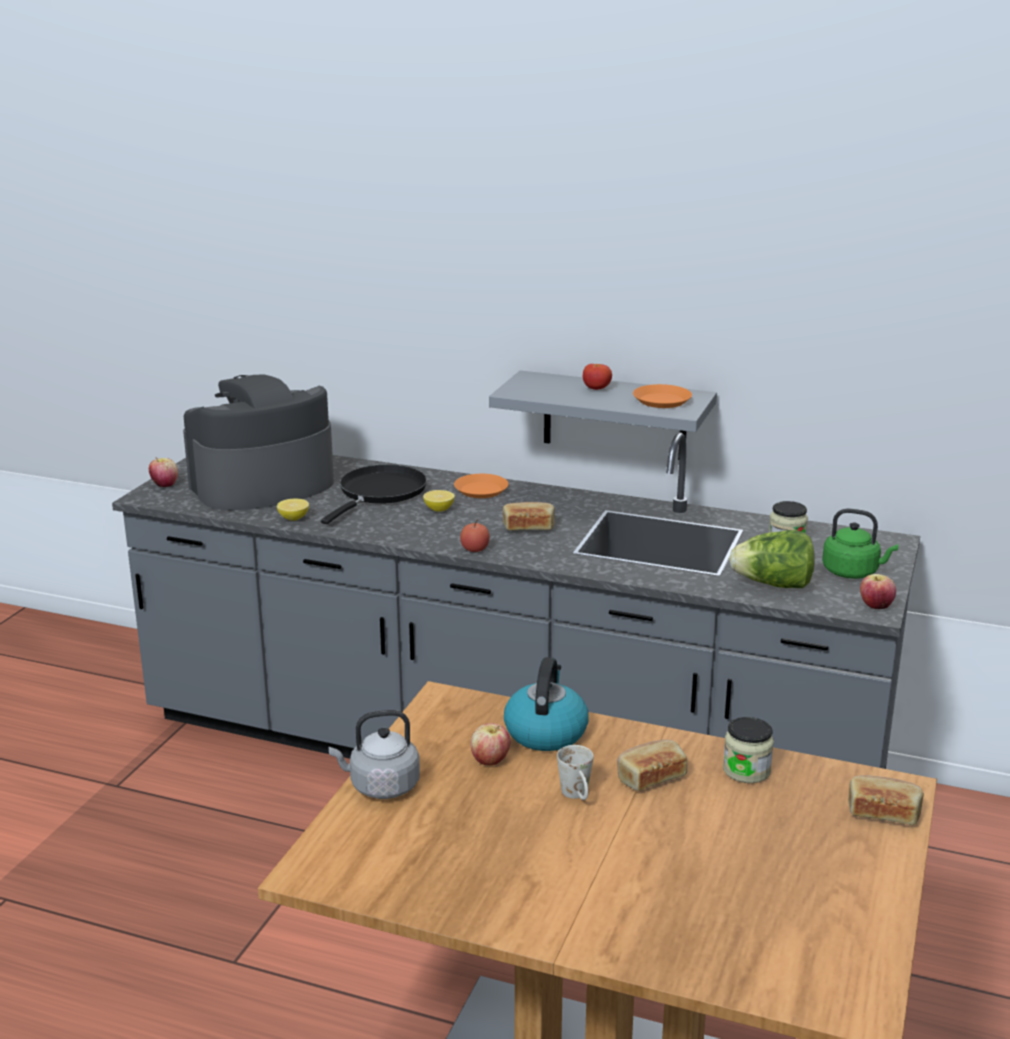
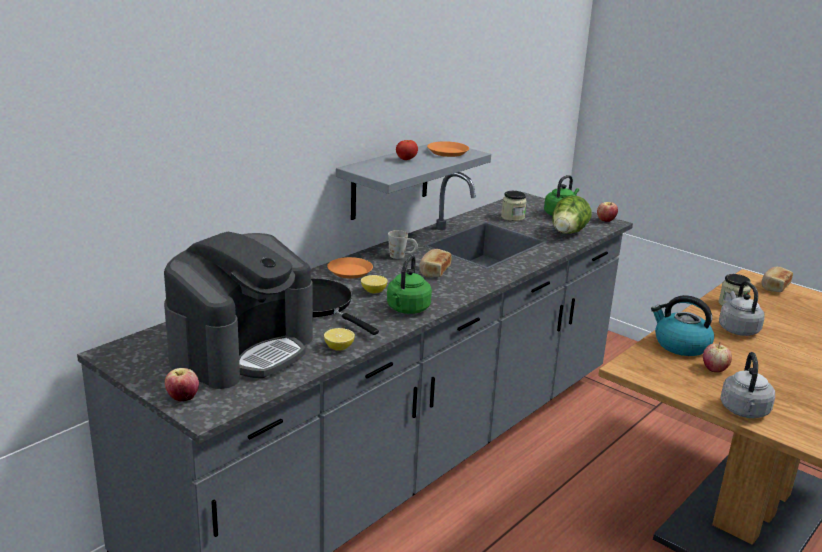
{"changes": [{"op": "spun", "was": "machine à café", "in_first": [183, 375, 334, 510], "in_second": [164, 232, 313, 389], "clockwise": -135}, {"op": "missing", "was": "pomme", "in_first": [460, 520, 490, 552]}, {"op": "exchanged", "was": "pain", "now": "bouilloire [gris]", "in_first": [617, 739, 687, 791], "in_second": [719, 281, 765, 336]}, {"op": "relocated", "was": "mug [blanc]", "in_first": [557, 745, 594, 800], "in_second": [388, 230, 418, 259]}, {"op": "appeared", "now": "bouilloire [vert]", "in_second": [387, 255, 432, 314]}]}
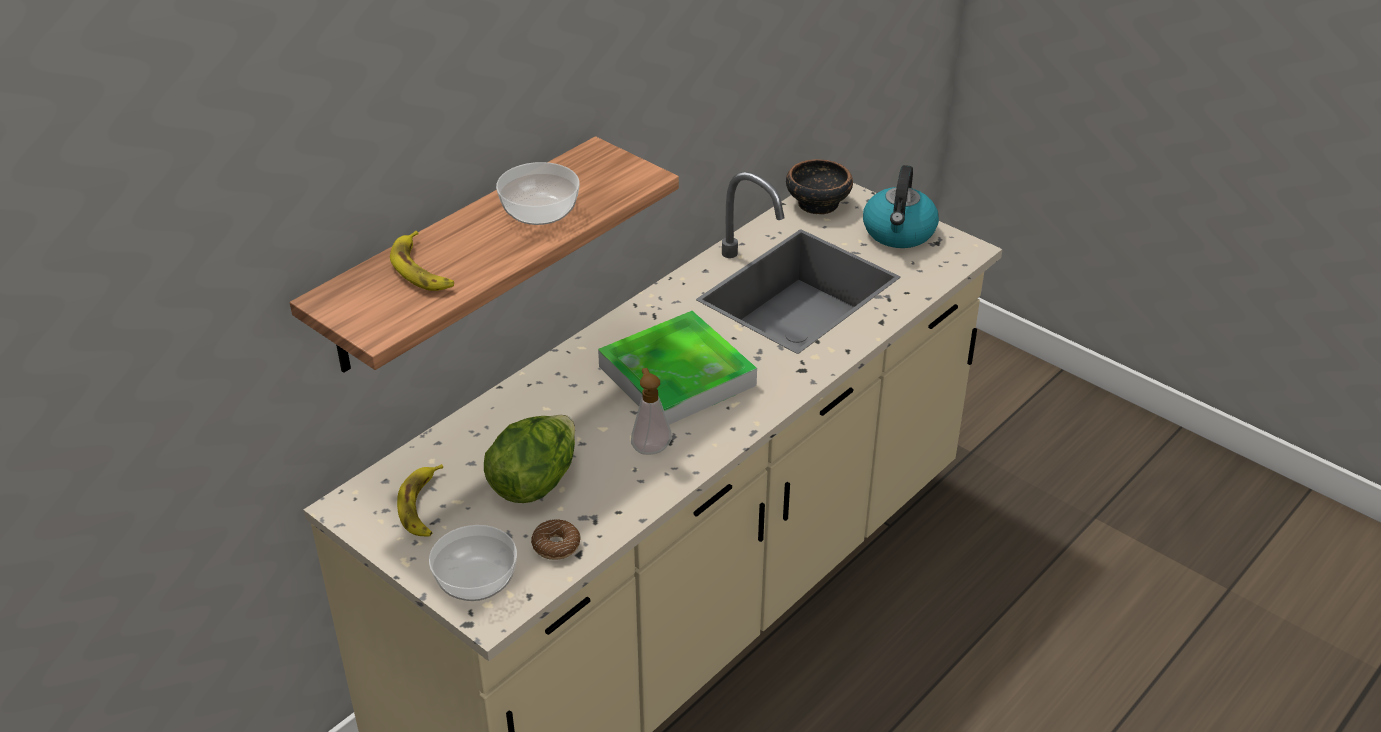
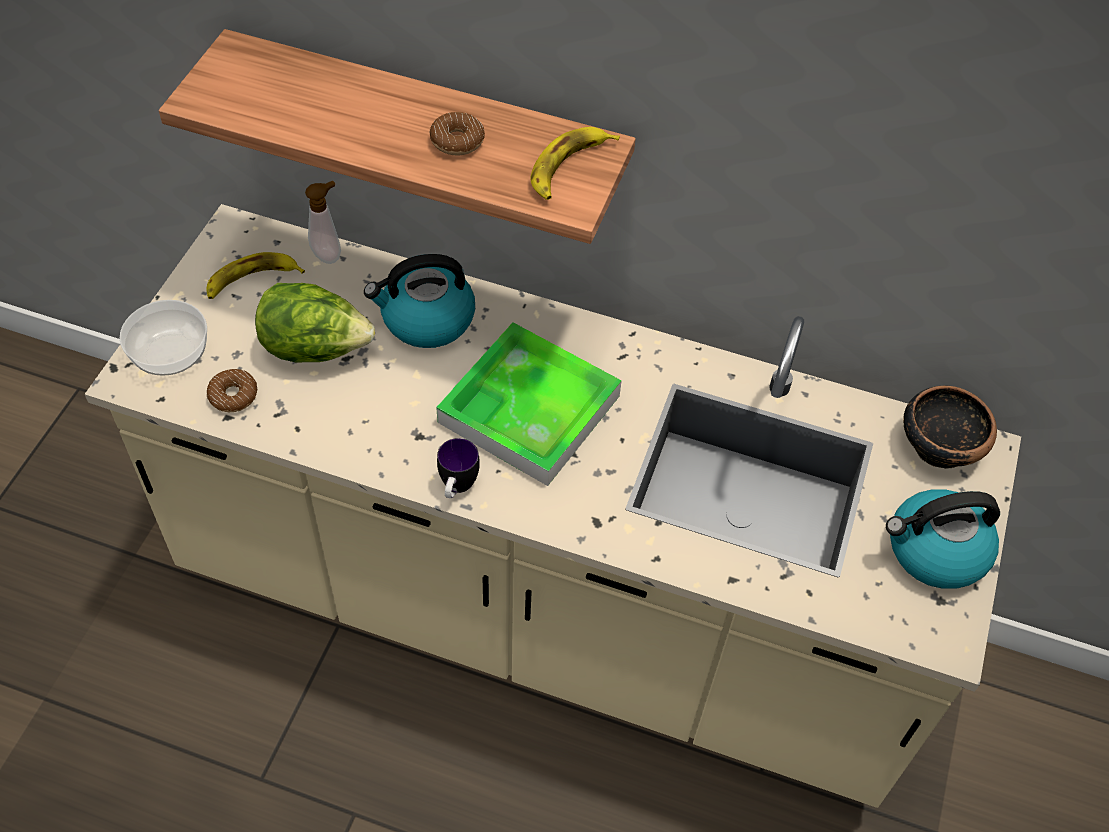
{"changes": [{"op": "exchanged", "was": "bol", "now": "beignet", "in_first": [496, 162, 580, 225], "in_second": [430, 112, 485, 155]}, {"op": "relocated", "was": "banane", "in_first": [390, 231, 454, 291], "in_second": [530, 127, 620, 200]}, {"op": "relocated", "was": "distributeur de savon", "in_first": [631, 368, 672, 455], "in_second": [305, 181, 341, 264]}, {"op": "appeared", "now": "bouilloire", "in_second": [364, 254, 475, 348]}, {"op": "appeared", "now": "mug", "in_second": [437, 438, 480, 498]}]}
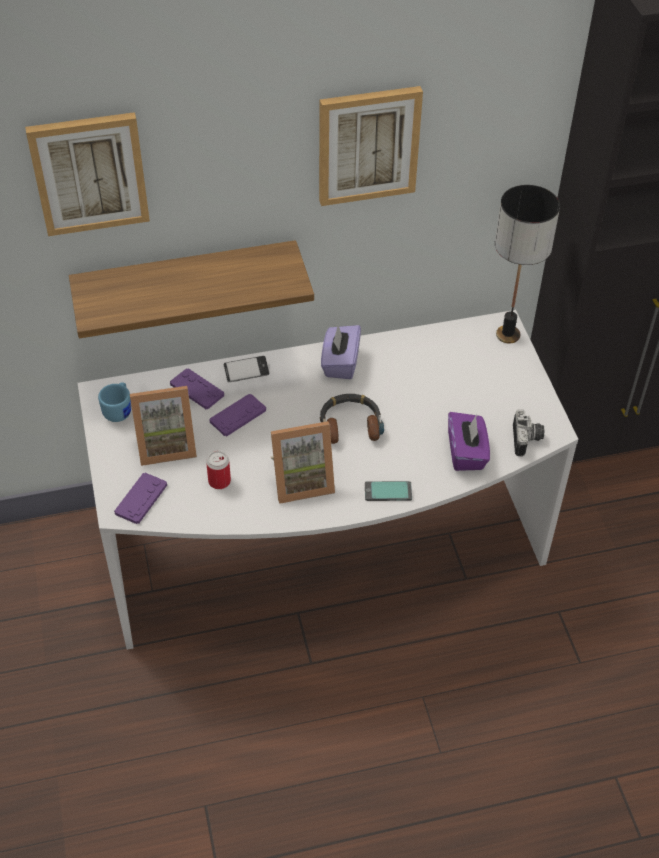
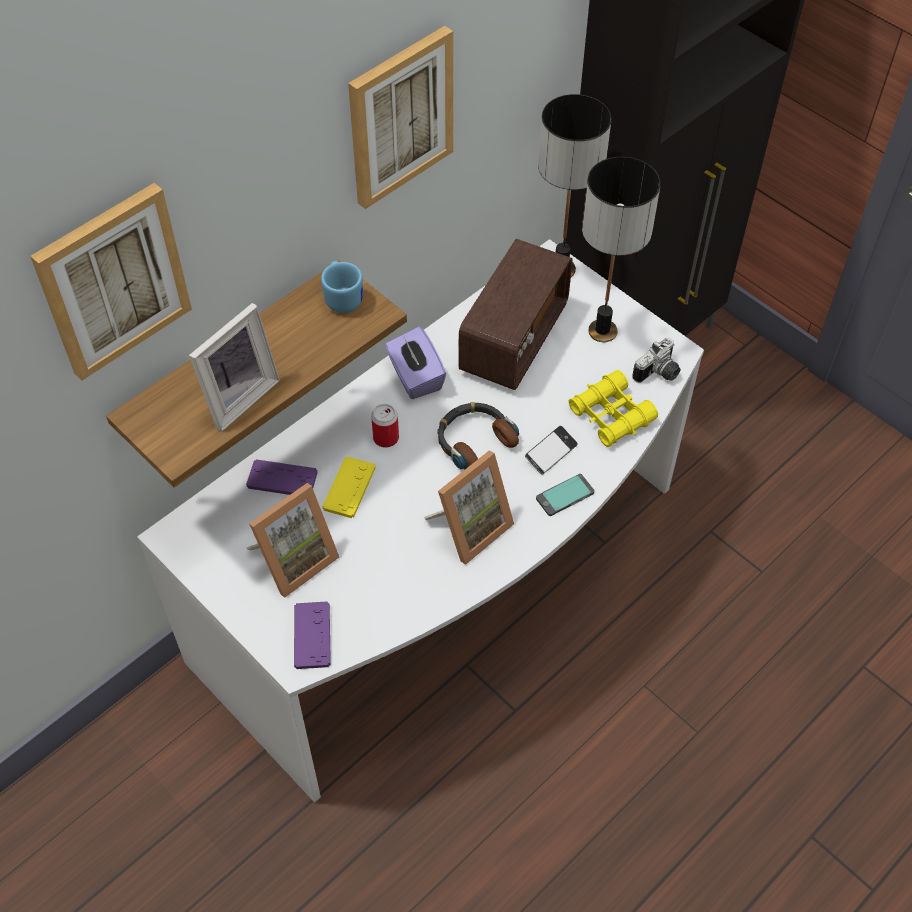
{"changes": [{"op": "relocated", "was": "téléphone", "in_first": [224, 356, 269, 382], "in_second": [525, 426, 578, 475]}, {"op": "relocated", "was": "mug [bleu]", "in_first": [98, 382, 131, 422], "in_second": [321, 261, 363, 313]}, {"op": "colour", "was": "manette [violet]", "now": "manette [jaune]", "in_first": [210, 394, 266, 436], "in_second": [322, 456, 376, 518]}, {"op": "spun", "was": "appareil photo", "in_first": [513, 409, 544, 457], "in_second": [632, 337, 681, 383], "clockwise": 75}, {"op": "exchanged", "was": "boîte à mouchoirs [violet]", "now": "jumelles [jaune]", "in_first": [448, 412, 490, 471], "in_second": [569, 370, 658, 447]}, {"op": "relocated", "was": "boîte métallique", "in_first": [206, 451, 231, 489], "in_second": [371, 404, 399, 448]}, {"op": "appeared", "now": "lampe de table", "in_second": [582, 157, 660, 342]}, {"op": "appeared", "now": "radio", "in_second": [458, 239, 573, 390]}, {"op": "appeared", "now": "cadre photo", "in_second": [189, 303, 280, 432]}]}
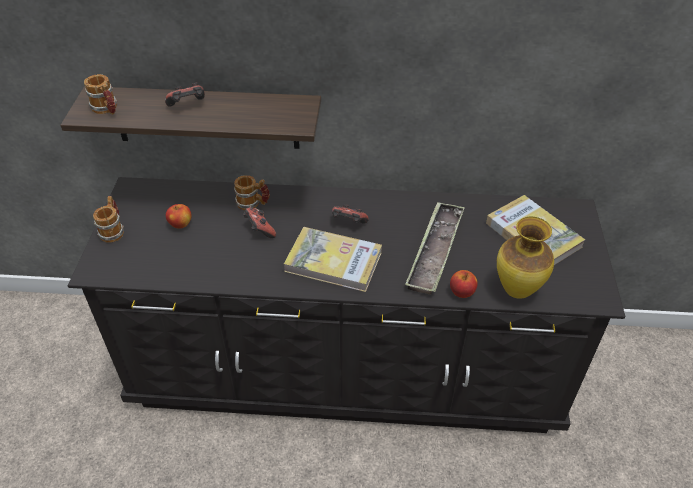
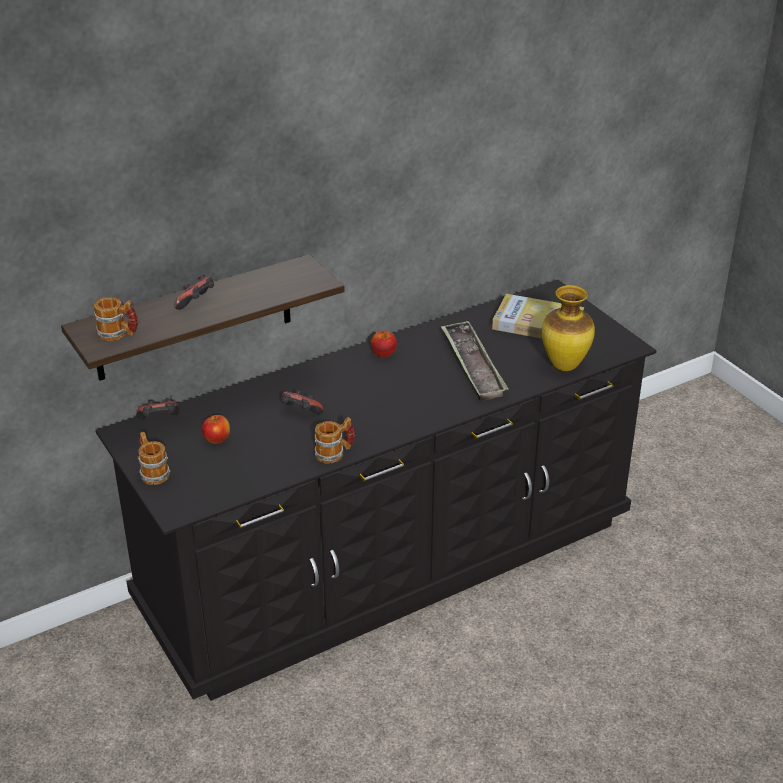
{"changes": [{"op": "relocated", "was": "mug", "in_first": [234, 175, 270, 210], "in_second": [315, 417, 355, 463]}, {"op": "relocated", "was": "manette", "in_first": [332, 204, 369, 224], "in_second": [136, 398, 179, 420]}, {"op": "missing", "was": "livre", "in_first": [284, 227, 382, 292]}, {"op": "relocated", "was": "pomme", "in_first": [450, 270, 478, 298], "in_second": [371, 330, 397, 357]}]}
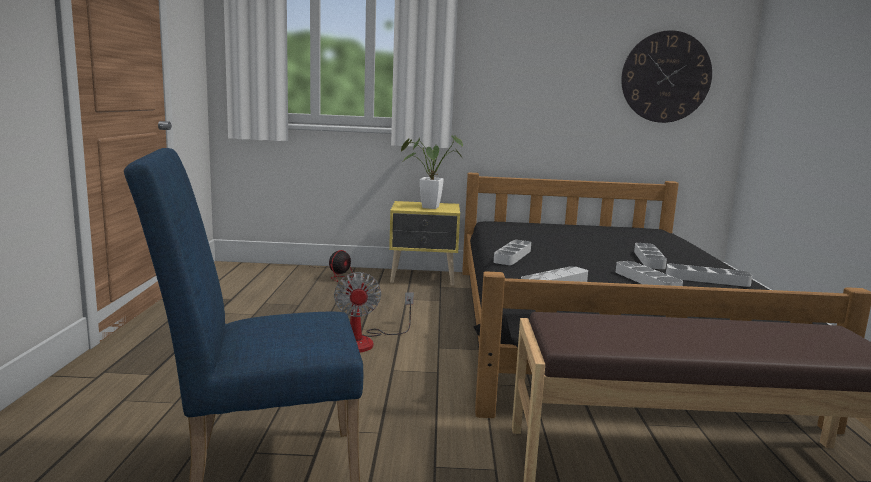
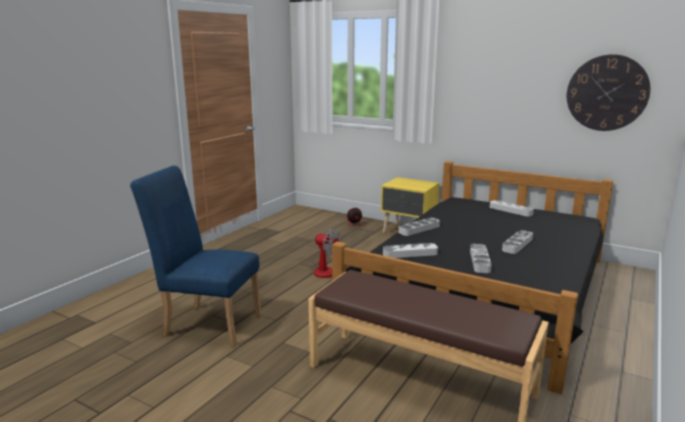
{"changes": [{"op": "missing", "was": "plante en pot", "in_first": [400, 135, 463, 209]}, {"op": "relocated", "was": "plateau [gris]", "in_first": [666, 264, 752, 287], "in_second": [490, 200, 534, 217]}, {"op": "spun", "was": "ventilateur", "in_first": [334, 272, 414, 352], "in_second": [311, 229, 341, 278], "clockwise": -75}]}
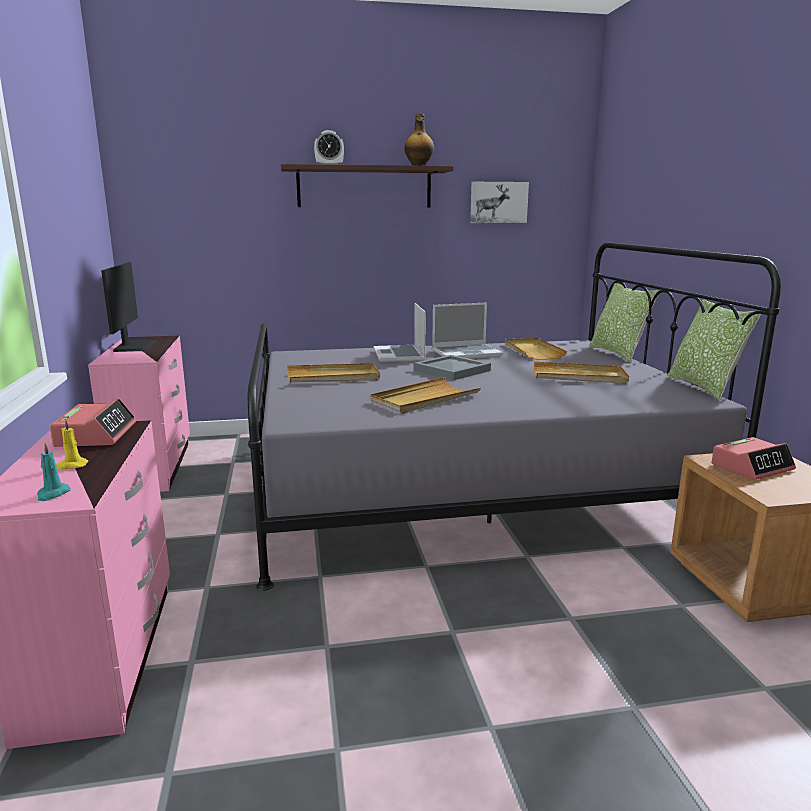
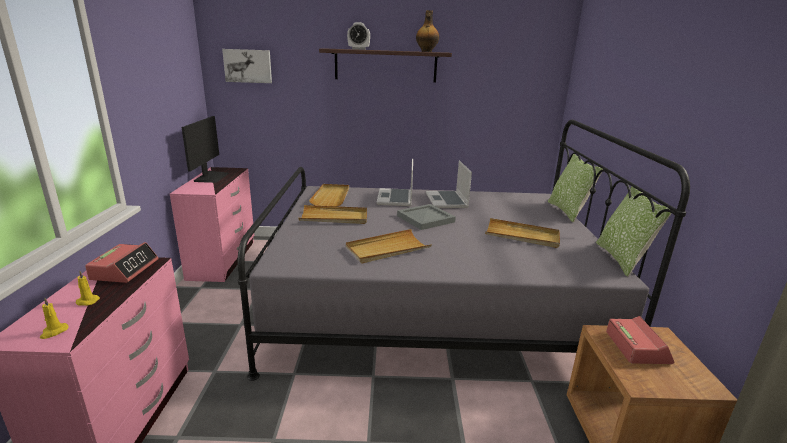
{"changes": [{"op": "relocated", "was": "tableau", "in_first": [470, 182, 529, 223], "in_second": [222, 49, 272, 83]}, {"op": "spun", "was": "ordinateur portable", "in_first": [432, 302, 503, 359], "in_second": [426, 160, 472, 208], "clockwise": 90}, {"op": "relocated", "was": "plateau [beige]", "in_first": [505, 338, 567, 360], "in_second": [309, 184, 349, 206]}, {"op": "spun", "was": "réveil", "in_first": [712, 437, 796, 480], "in_second": [606, 316, 674, 364], "clockwise": -75}, {"op": "colour", "was": "bougie [turquoise]", "now": "bougie [jaune]", "in_first": [37, 443, 71, 501], "in_second": [40, 298, 69, 339]}]}
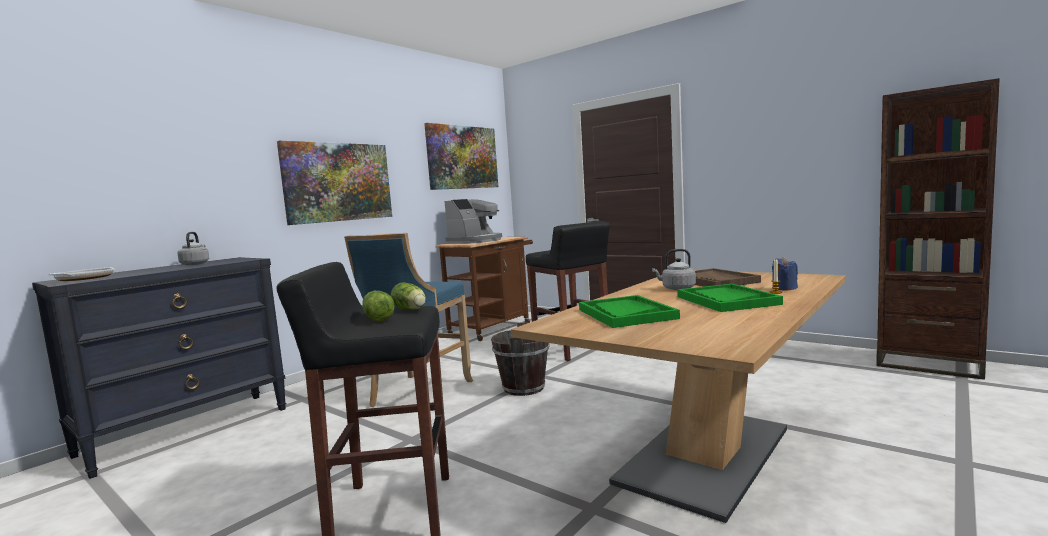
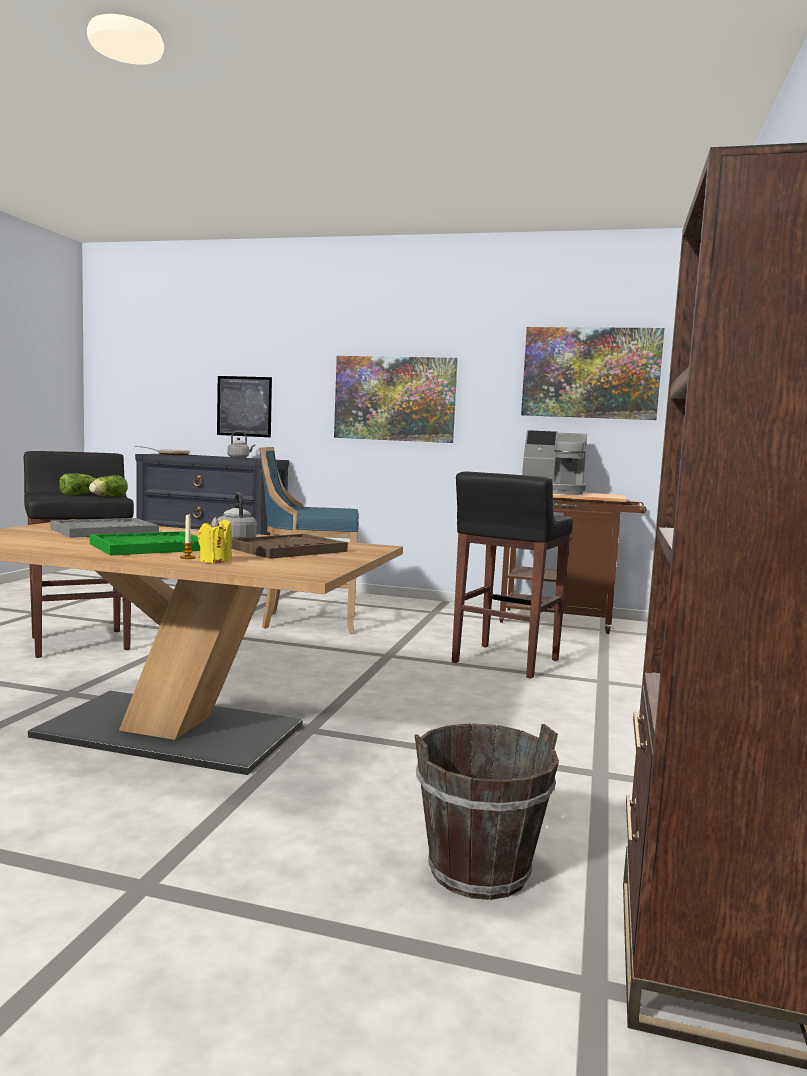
{"changes": [{"op": "colour", "was": "bougie [bleu]", "now": "bougie [jaune]", "in_first": [772, 257, 798, 290], "in_second": [198, 517, 232, 563]}, {"op": "colour", "was": "plateau [vert]", "now": "plateau [gris]", "in_first": [579, 295, 680, 328], "in_second": [51, 518, 159, 538]}, {"op": "relocated", "was": "seau [marron]", "in_first": [491, 322, 550, 396], "in_second": [415, 723, 559, 900]}, {"op": "appeared", "now": "tableau", "in_second": [217, 376, 272, 437]}]}
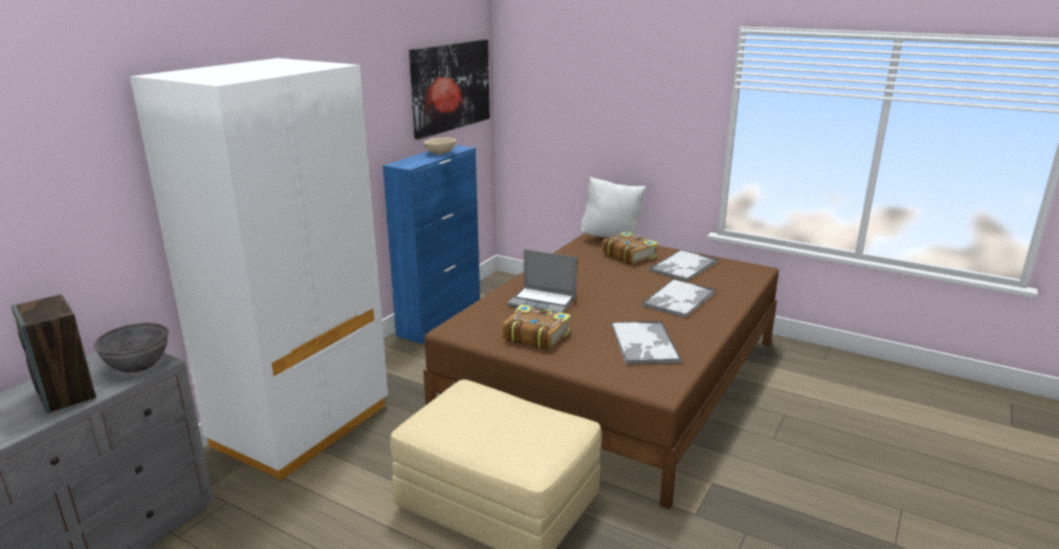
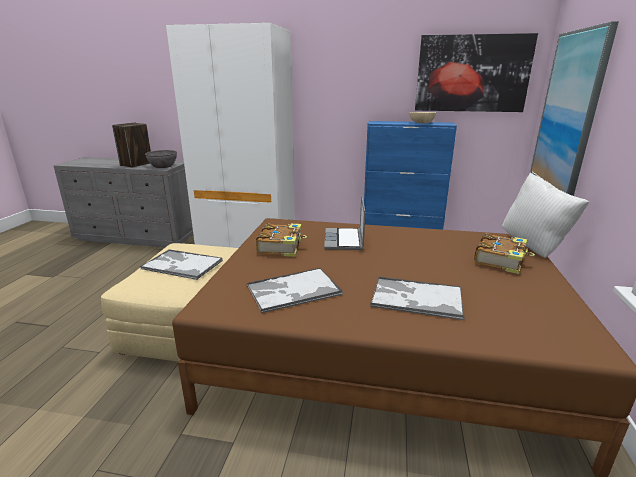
{"changes": [{"op": "relocated", "was": "plateau", "in_first": [649, 250, 718, 282], "in_second": [140, 249, 223, 280]}, {"op": "appeared", "now": "tableau", "in_second": [530, 21, 619, 196]}]}
